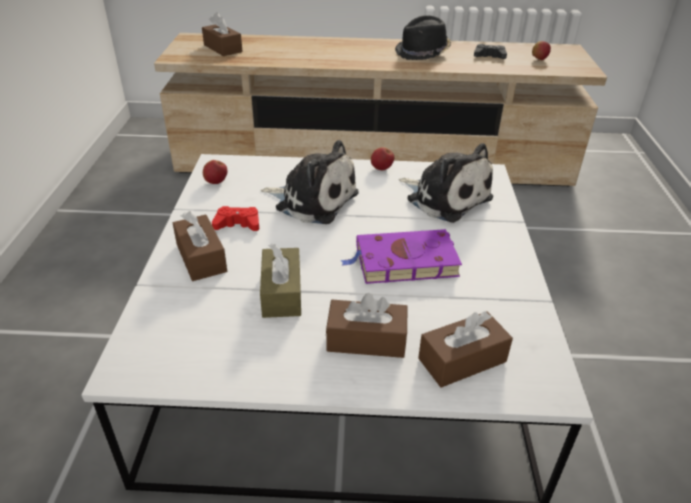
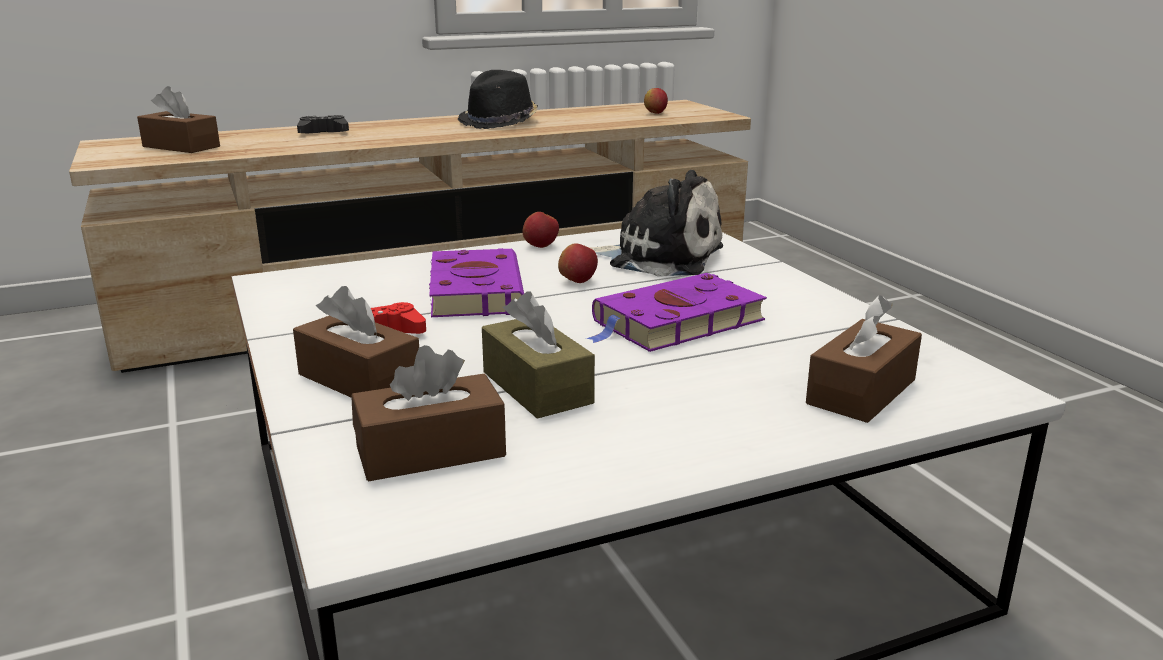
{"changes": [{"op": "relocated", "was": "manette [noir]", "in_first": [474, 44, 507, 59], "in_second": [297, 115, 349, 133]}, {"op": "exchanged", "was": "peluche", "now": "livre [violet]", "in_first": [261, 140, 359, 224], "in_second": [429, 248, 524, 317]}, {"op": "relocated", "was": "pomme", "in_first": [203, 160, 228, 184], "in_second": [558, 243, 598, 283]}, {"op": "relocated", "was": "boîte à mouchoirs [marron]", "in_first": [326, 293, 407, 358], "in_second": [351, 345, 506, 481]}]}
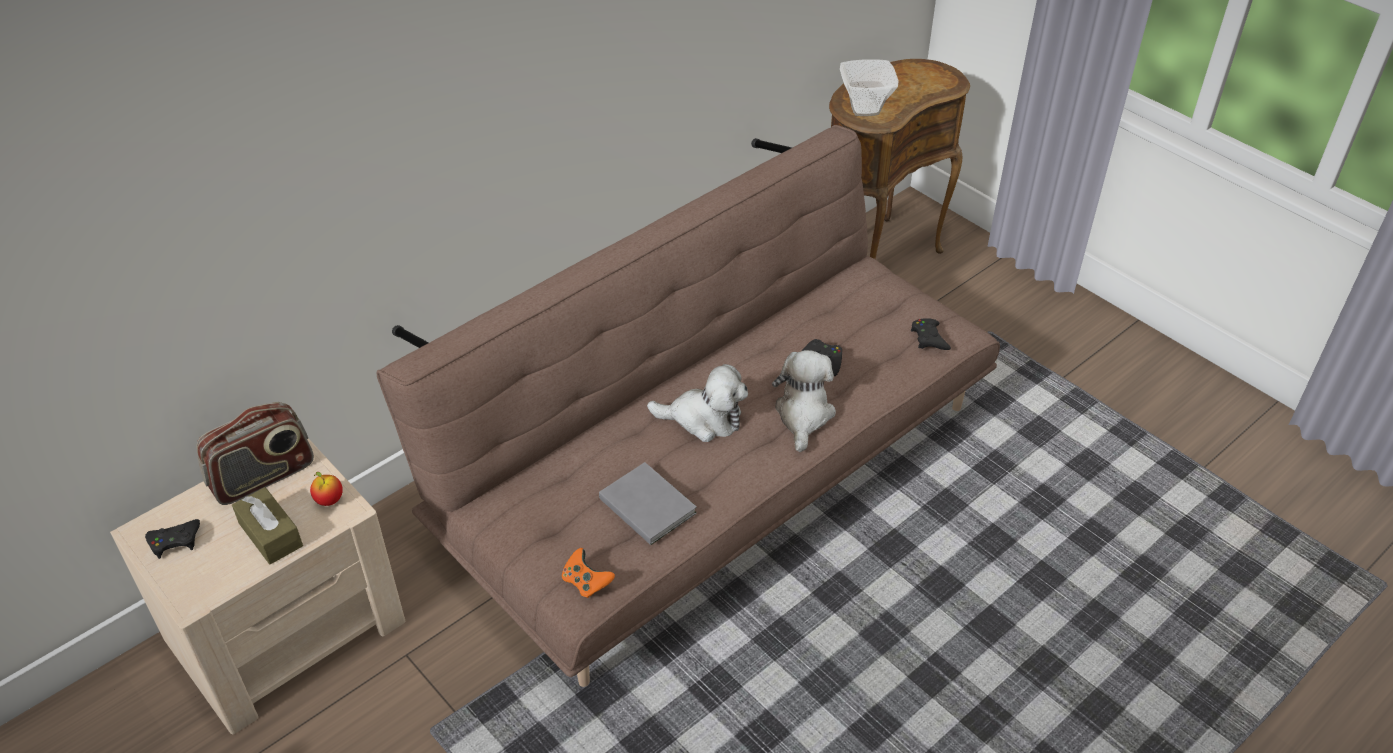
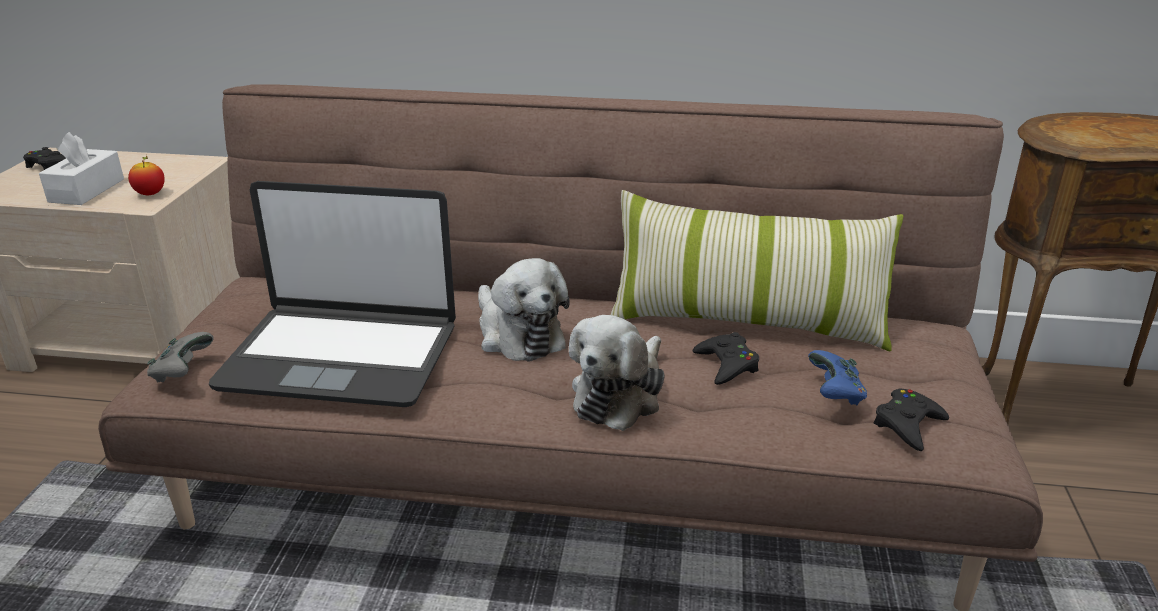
{"changes": [{"op": "missing", "was": "bol", "in_first": [840, 59, 899, 116]}, {"op": "spun", "was": "peluche", "in_first": [772, 350, 836, 452], "in_second": [569, 315, 665, 431], "clockwise": 150}, {"op": "missing", "was": "radio", "in_first": [197, 402, 314, 505]}, {"op": "exchanged", "was": "livre [gris]", "now": "ordinateur portable", "in_first": [599, 462, 697, 545], "in_second": [209, 181, 456, 407]}, {"op": "colour", "was": "boîte à mouchoirs [marron]", "now": "boîte à mouchoirs [blanc]", "in_first": [232, 487, 303, 564], "in_second": [39, 132, 124, 205]}, {"op": "colour", "was": "manette [orange]", "now": "manette [gris]", "in_first": [562, 548, 615, 598], "in_second": [147, 332, 214, 382]}, {"op": "appeared", "now": "coussin", "in_second": [610, 190, 903, 352]}, {"op": "appeared", "now": "manette [bleu]", "in_second": [808, 350, 867, 405]}]}
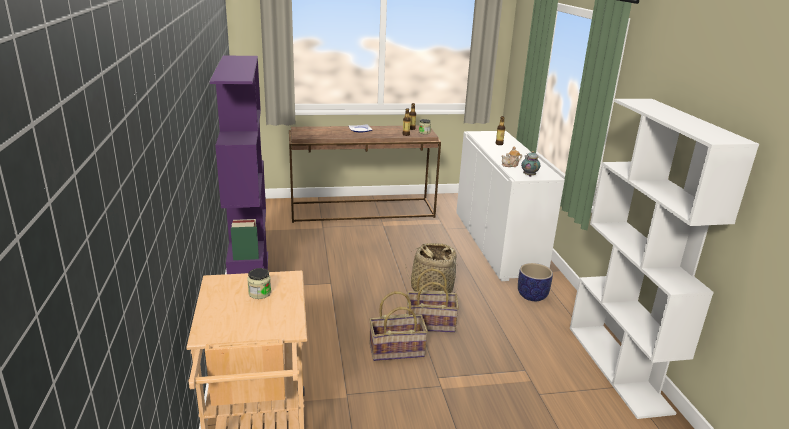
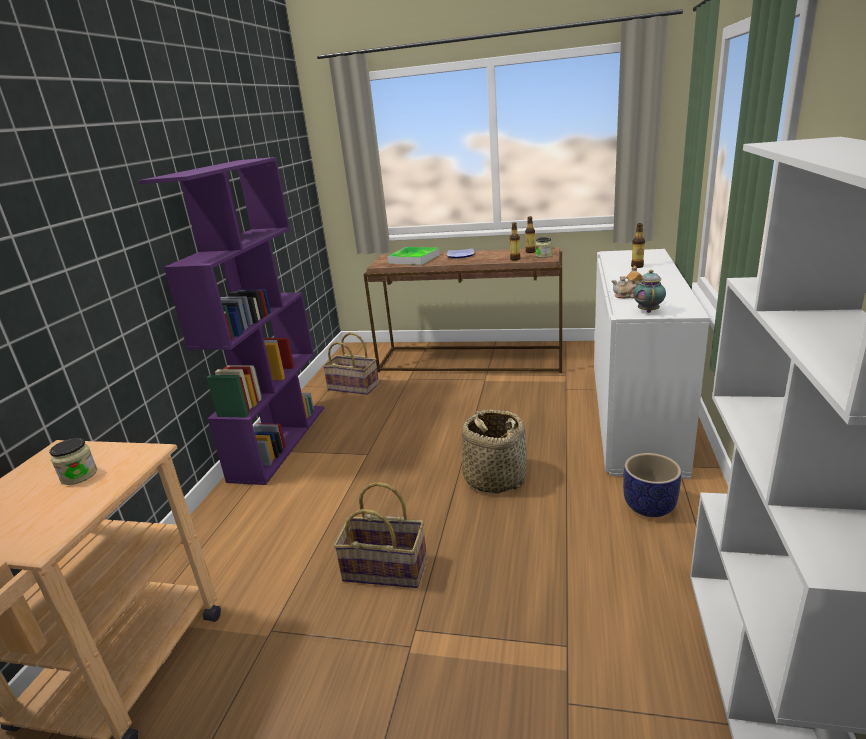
{"changes": [{"op": "relocated", "was": "panier", "in_first": [407, 268, 459, 333], "in_second": [322, 332, 379, 395]}, {"op": "appeared", "now": "plateau", "in_second": [388, 247, 440, 265]}]}
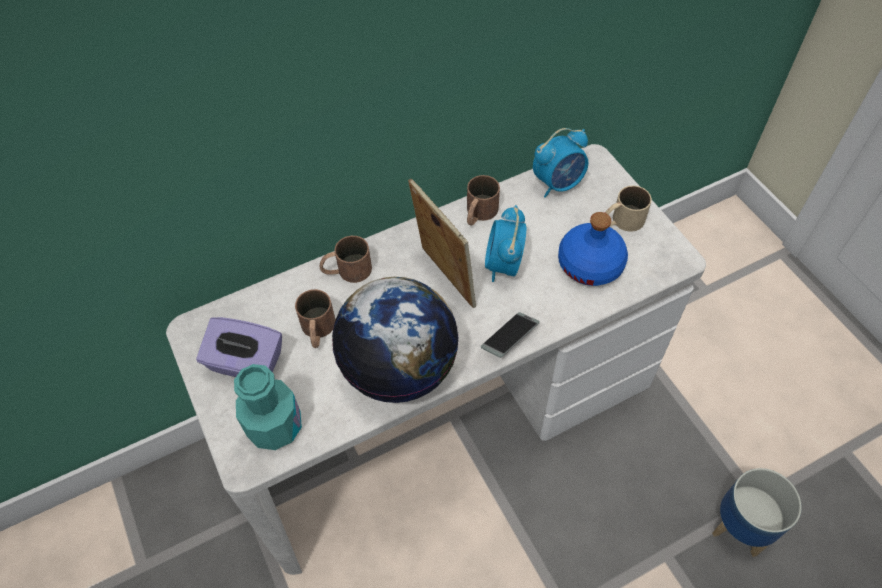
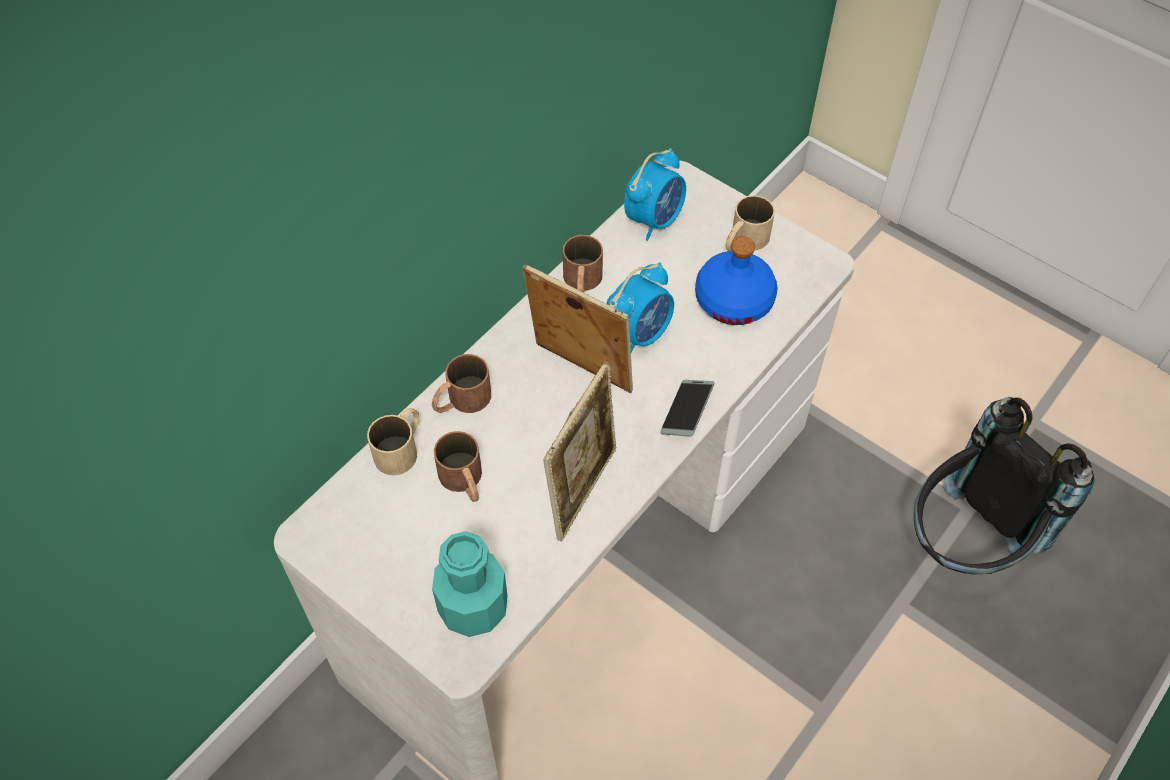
{"changes": [{"op": "spun", "was": "réveil", "in_first": [485, 205, 526, 282], "in_second": [607, 262, 674, 353], "clockwise": -120}, {"op": "exchanged", "was": "globe", "now": "cadre photo", "in_first": [332, 277, 459, 403], "in_second": [543, 362, 616, 542]}, {"op": "missing", "was": "boîte à mouchoirs [violet]", "in_first": [196, 317, 282, 377]}, {"op": "exchanged", "was": "cache-pot", "now": "sac à dos [noir]", "in_first": [712, 468, 802, 557], "in_second": [914, 397, 1095, 575]}, {"op": "appeared", "now": "mug [beige]", "in_second": [367, 408, 419, 475]}]}
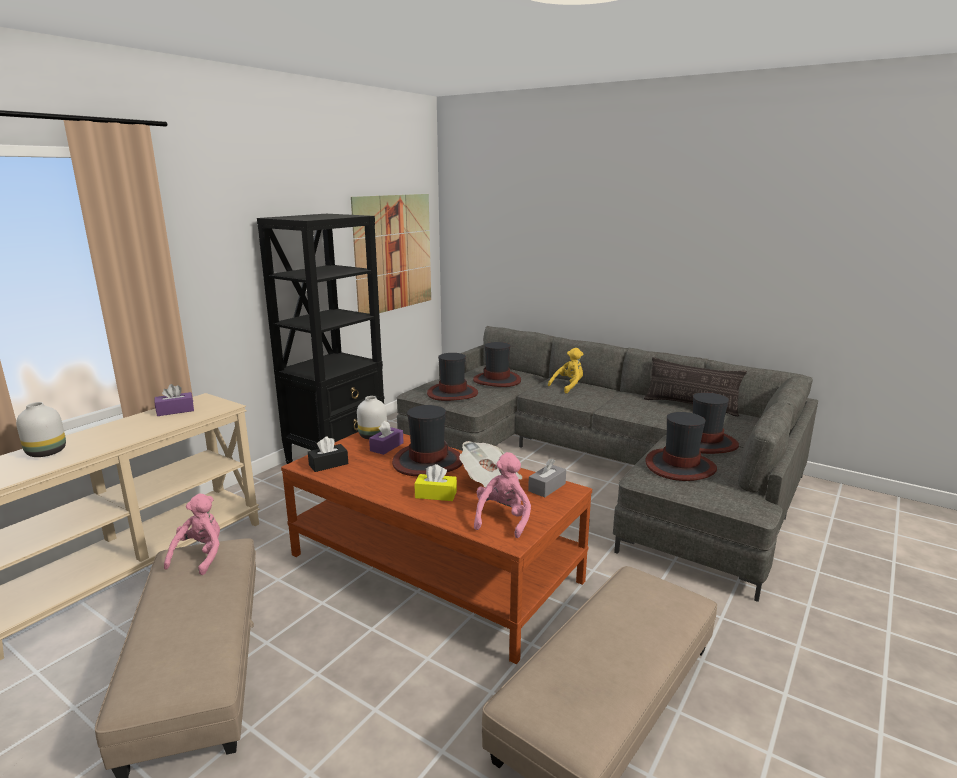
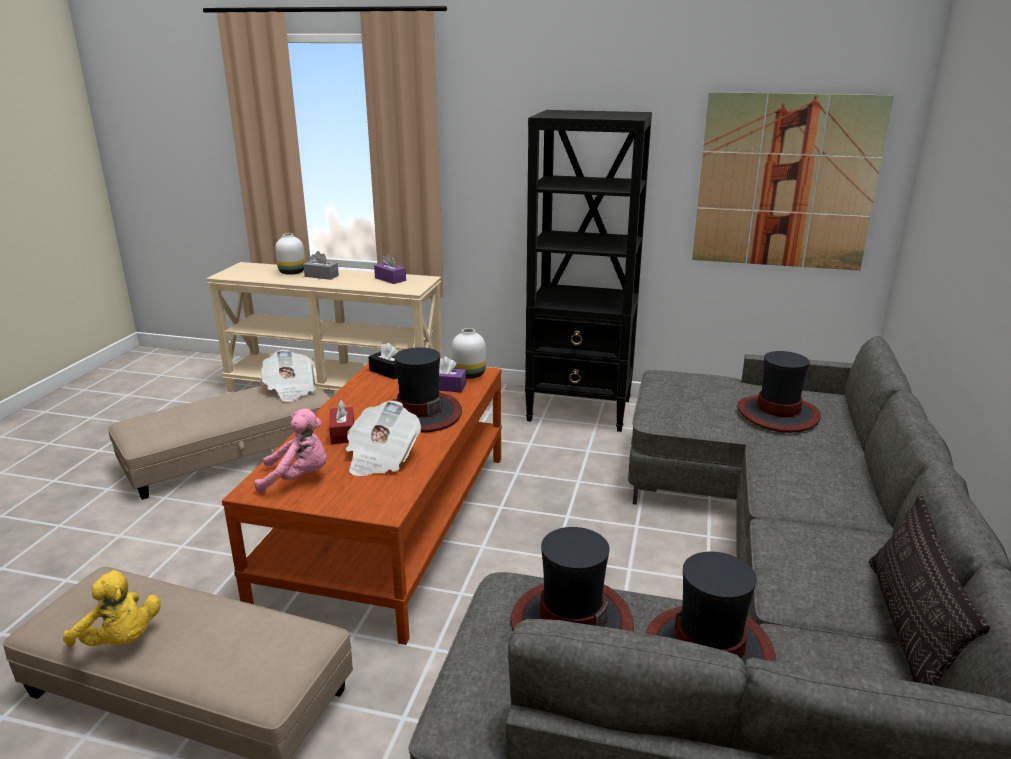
{"changes": [{"op": "relocated", "was": "peluche [jaune]", "in_first": [548, 348, 583, 393], "in_second": [63, 570, 160, 647]}, {"op": "missing", "was": "chapeau", "in_first": [427, 353, 478, 401]}, {"op": "relocated", "was": "boîte à mouchoirs [gris]", "in_first": [528, 459, 566, 497], "in_second": [303, 251, 339, 280]}, {"op": "colour", "was": "boîte à mouchoirs [jaune]", "now": "boîte à mouchoirs [rouge]", "in_first": [414, 464, 457, 501], "in_second": [329, 400, 354, 444]}, {"op": "exchanged", "was": "peluche [rose]", "now": "journal", "in_first": [164, 494, 220, 575], "in_second": [260, 350, 316, 402]}]}
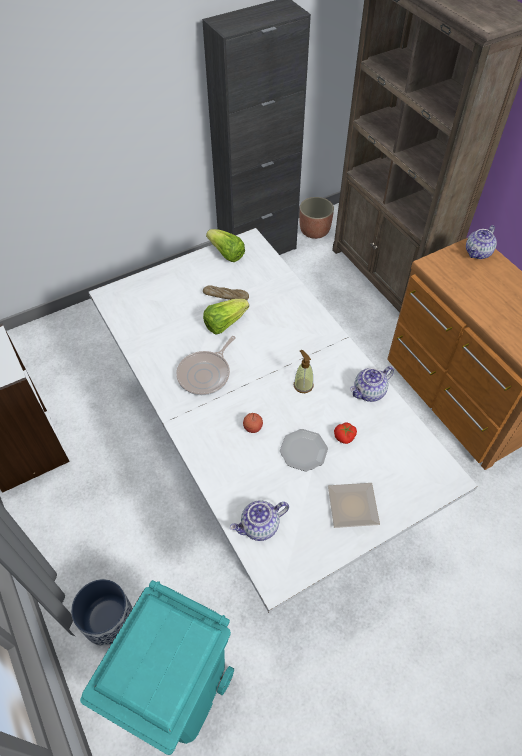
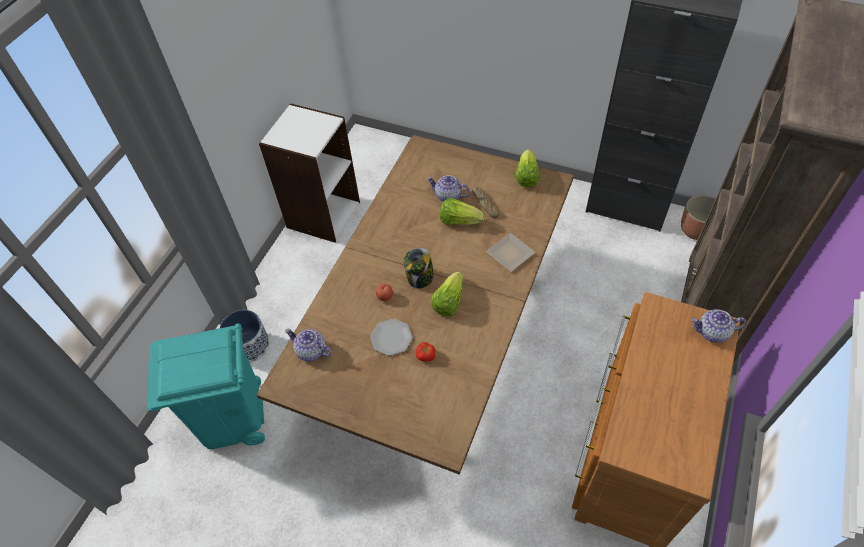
{"changes": [{"op": "colour", "was": "table à manger [blanc]", "now": "table à manger [marron]", "in_first": [89, 228, 478, 613], "in_second": [257, 135, 574, 475]}, {"op": "missing", "was": "poêle", "in_first": [176, 336, 235, 395]}, {"op": "exchanged", "was": "distributeur de savon", "now": "laitue", "in_first": [294, 350, 314, 393], "in_second": [431, 272, 463, 316]}, {"op": "relocated", "was": "théière", "in_first": [350, 366, 394, 402], "in_second": [427, 175, 470, 202]}, {"op": "relocated", "was": "assiette", "in_first": [328, 483, 380, 528], "in_second": [486, 233, 536, 272]}, {"op": "appeared", "now": "bocal", "in_second": [404, 247, 434, 289]}]}
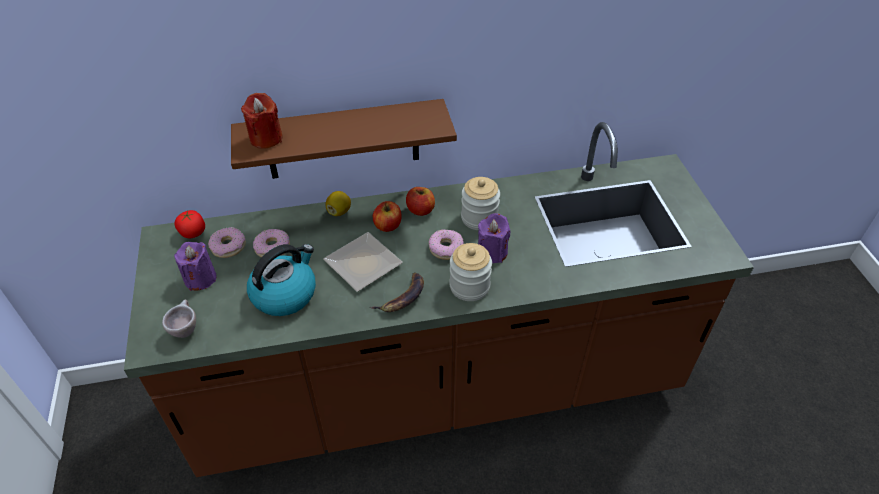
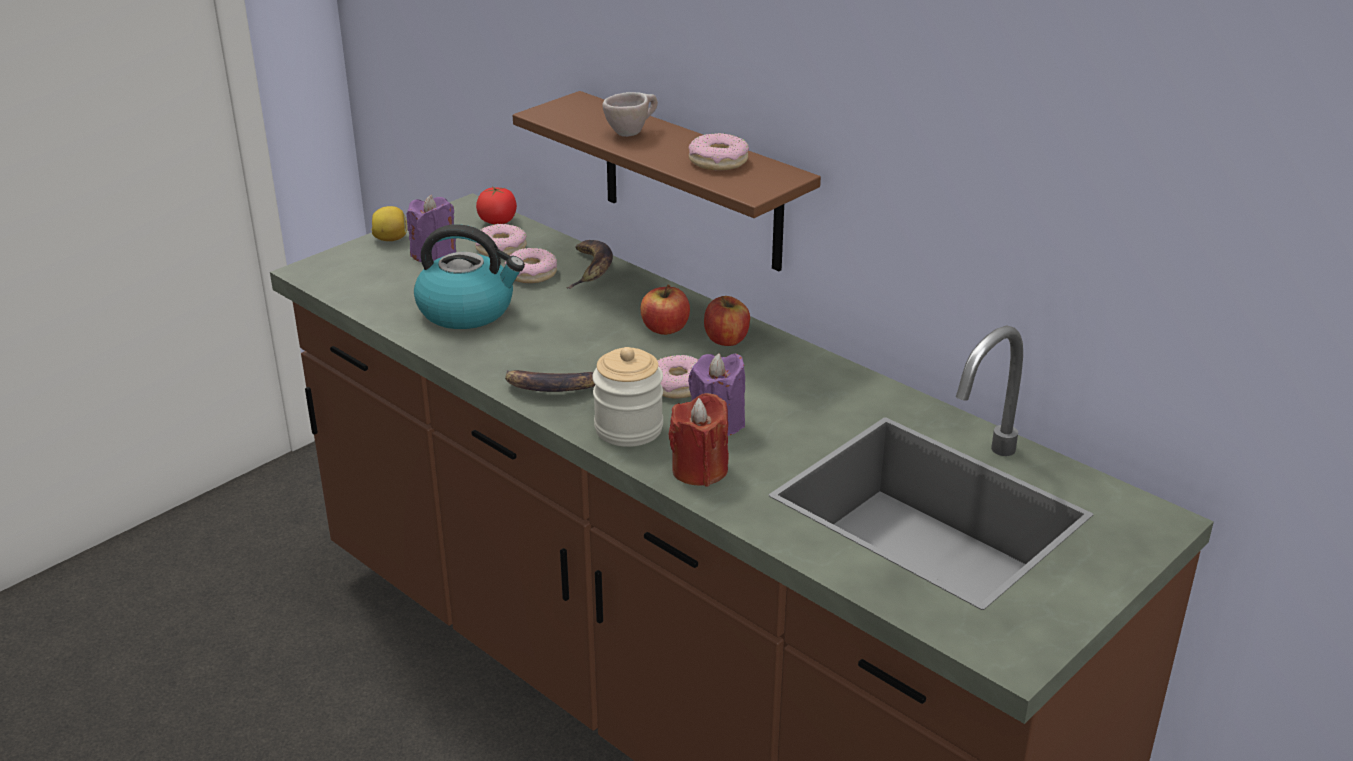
{"changes": [{"op": "relocated", "was": "bougie [rouge]", "in_first": [241, 93, 283, 149], "in_second": [669, 393, 729, 487]}, {"op": "missing", "was": "bocal", "in_first": [461, 177, 500, 230]}, {"op": "relocated", "was": "citron", "in_first": [326, 191, 351, 216], "in_second": [372, 206, 407, 241]}, {"op": "missing", "was": "assiette", "in_first": [323, 232, 403, 291]}, {"op": "relocated", "was": "tasse [beige]", "in_first": [162, 299, 196, 338], "in_second": [602, 92, 658, 137]}, {"op": "appeared", "now": "beignet", "in_second": [689, 133, 749, 171]}, {"op": "appeared", "now": "banane", "in_second": [566, 240, 613, 289]}]}
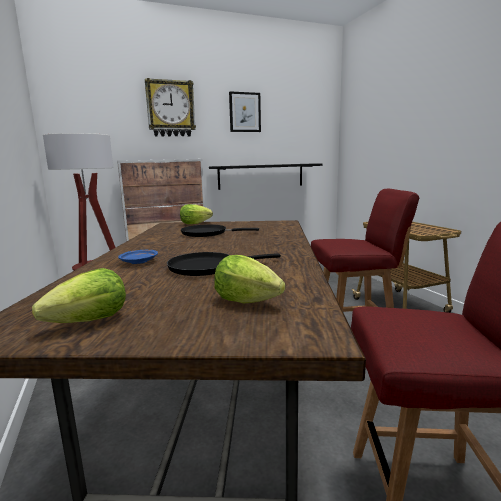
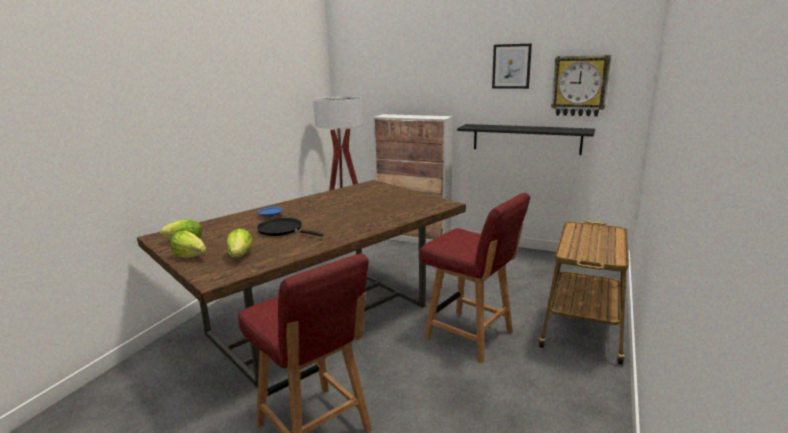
{"changes": [{"op": "relocated", "was": "horloge murale", "in_first": [145, 78, 196, 136], "in_second": [551, 55, 611, 116]}, {"op": "relocated", "was": "laitue", "in_first": [180, 204, 213, 224], "in_second": [170, 231, 206, 258]}, {"op": "missing", "was": "poêle [noir]", "in_first": [181, 224, 259, 237]}]}
